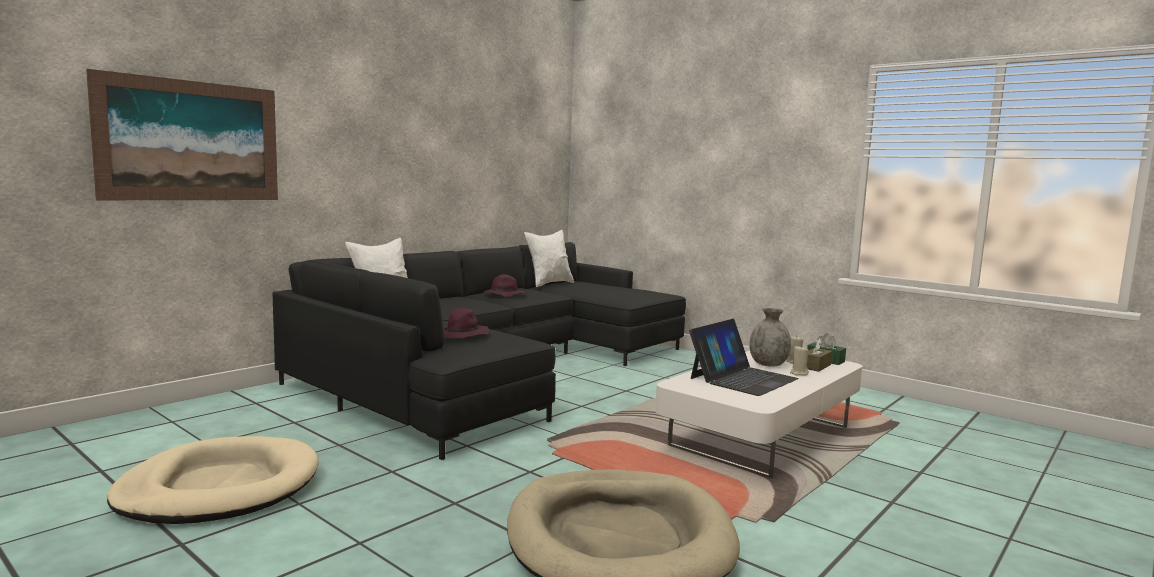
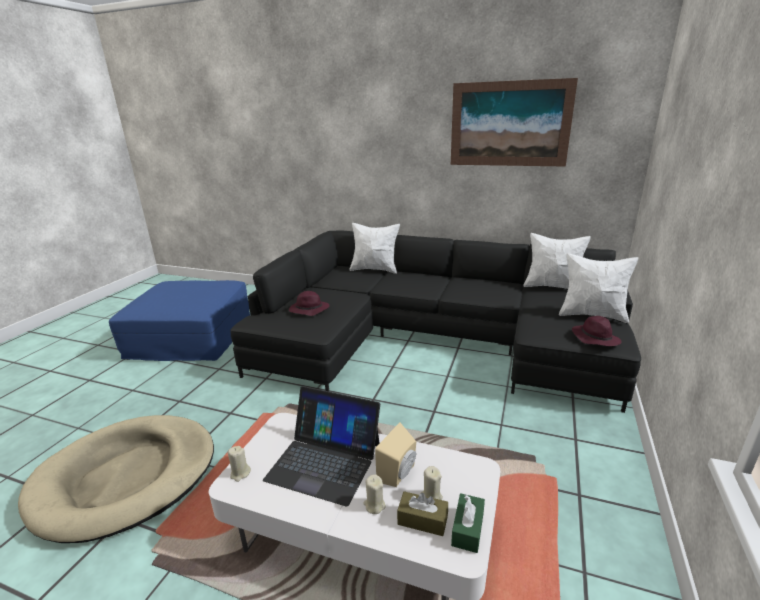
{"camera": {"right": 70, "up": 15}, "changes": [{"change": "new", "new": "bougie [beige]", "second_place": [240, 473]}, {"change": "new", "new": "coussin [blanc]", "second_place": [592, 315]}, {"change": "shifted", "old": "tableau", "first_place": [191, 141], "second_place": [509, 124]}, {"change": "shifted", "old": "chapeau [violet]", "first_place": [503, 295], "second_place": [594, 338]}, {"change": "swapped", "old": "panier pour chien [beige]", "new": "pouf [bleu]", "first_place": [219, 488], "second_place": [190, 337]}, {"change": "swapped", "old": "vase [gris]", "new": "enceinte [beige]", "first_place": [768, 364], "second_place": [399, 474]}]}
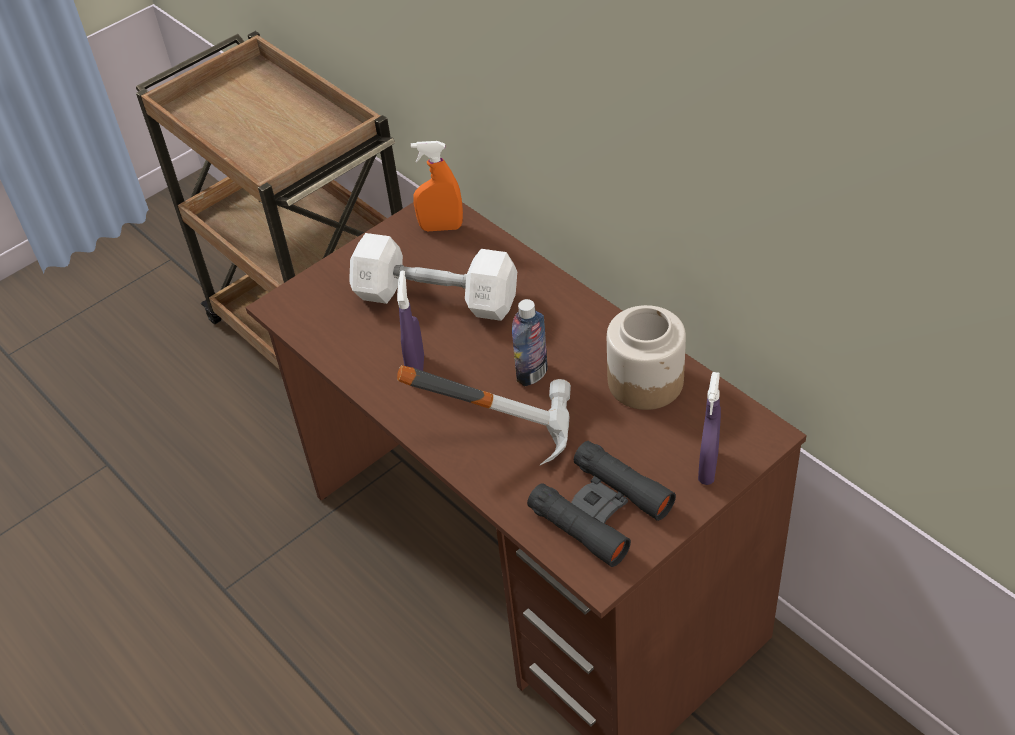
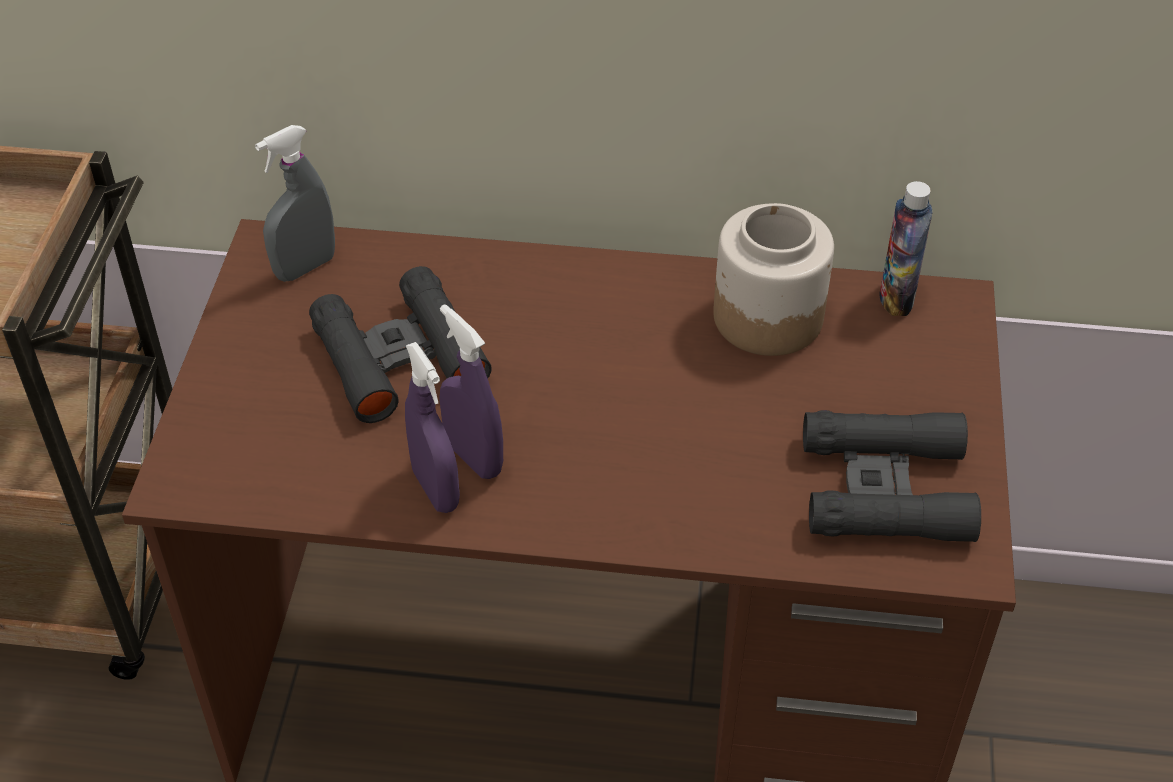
{"camera": {"right": -45, "up": 0}, "changes": [{"change": "gone", "old": "marteau", "first_place": [500, 426]}, {"change": "shifted", "old": "bouteille", "first_place": [532, 374], "second_place": [896, 298]}, {"change": "shifted", "old": "vaporisateur [violet]", "first_place": [708, 467], "second_place": [435, 489]}, {"change": "swapped", "old": "haltère [blanc]", "new": "jumelles [noir]", "first_place": [436, 298], "second_place": [399, 356]}, {"change": "repainted", "old": "vaporisateur [orange]", "new": "vaporisateur [gris]", "first_place": [441, 227], "second_place": [305, 267]}]}
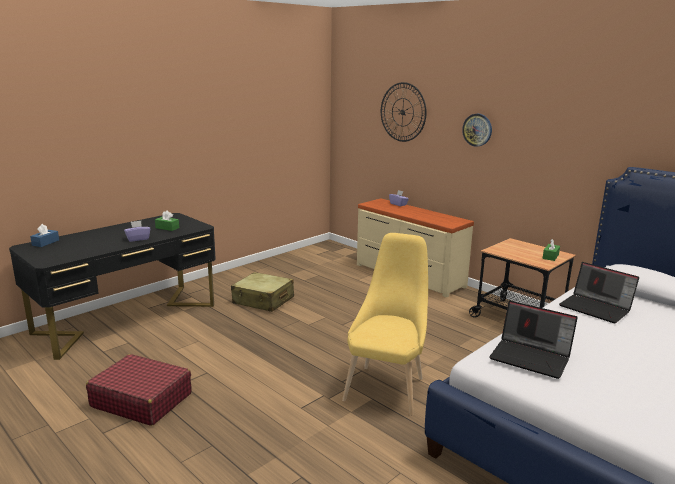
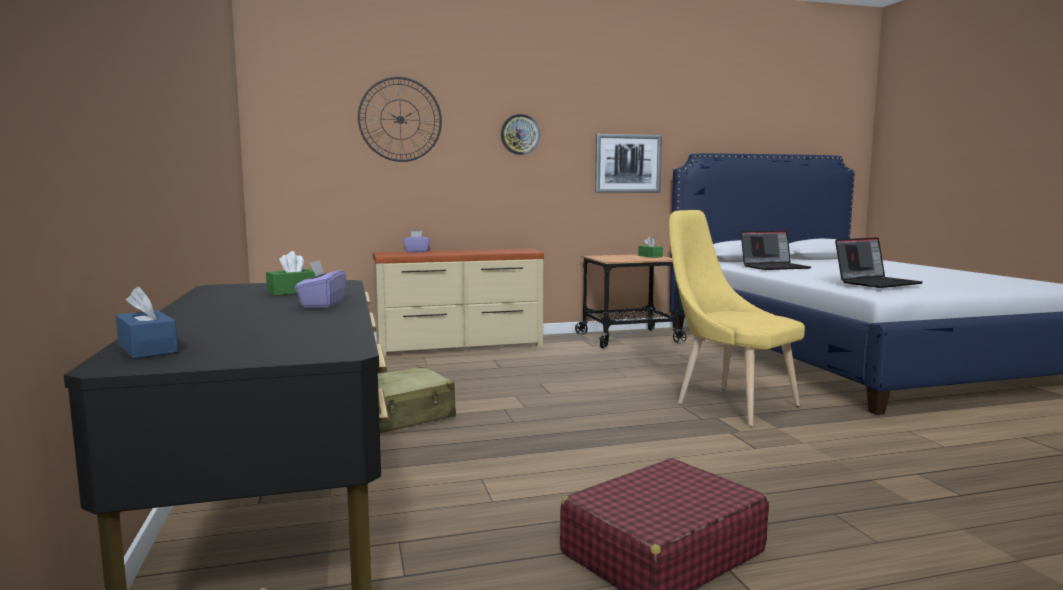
{"camera": {"right": -60, "up": -10}, "changes": [{"change": "new", "new": "tableau", "second_place": [628, 163]}]}
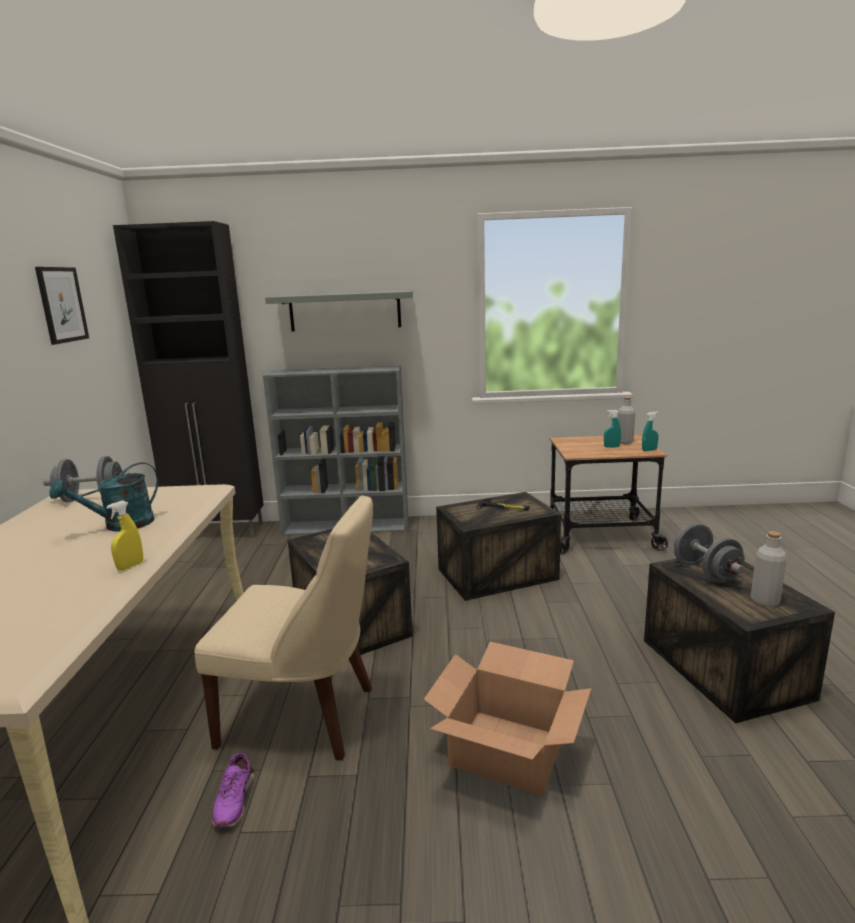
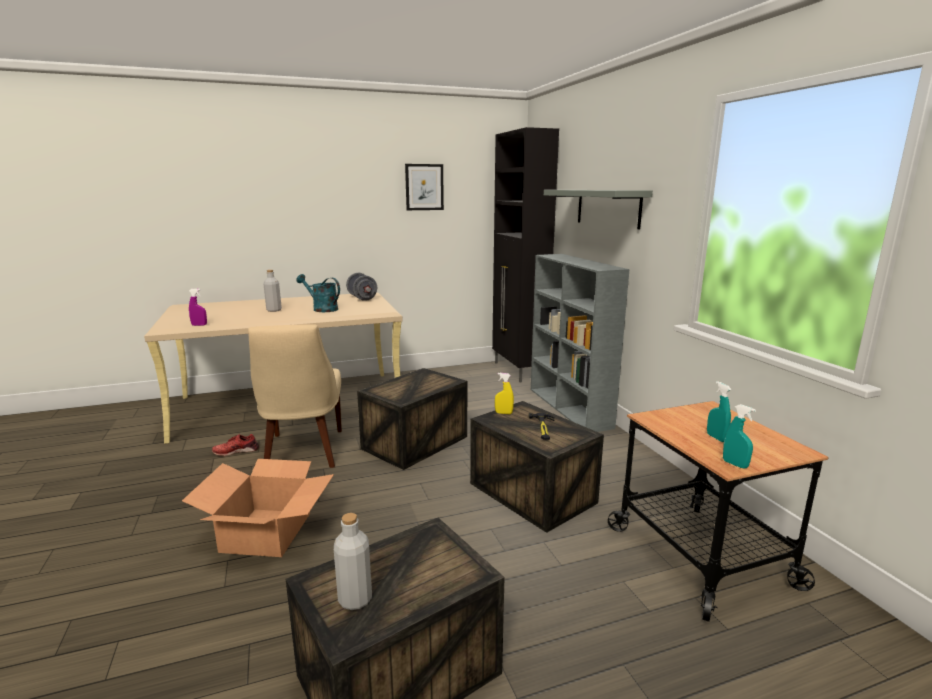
{"camera": {"right": 70, "up": 0}, "changes": [{"change": "gone", "old": "haltère [gris]", "first_place": [705, 572]}, {"change": "new", "new": "vaporisateur [violet]", "second_place": [199, 325]}, {"change": "shifted", "old": "vaporisateur [jaune]", "first_place": [130, 566], "second_place": [503, 413]}, {"change": "shifted", "old": "bouteille [gris]", "first_place": [624, 442], "second_place": [274, 310]}, {"change": "repainted", "old": "chaussure [violet]", "new": "chaussure [rouge]", "first_place": [233, 800], "second_place": [236, 451]}]}
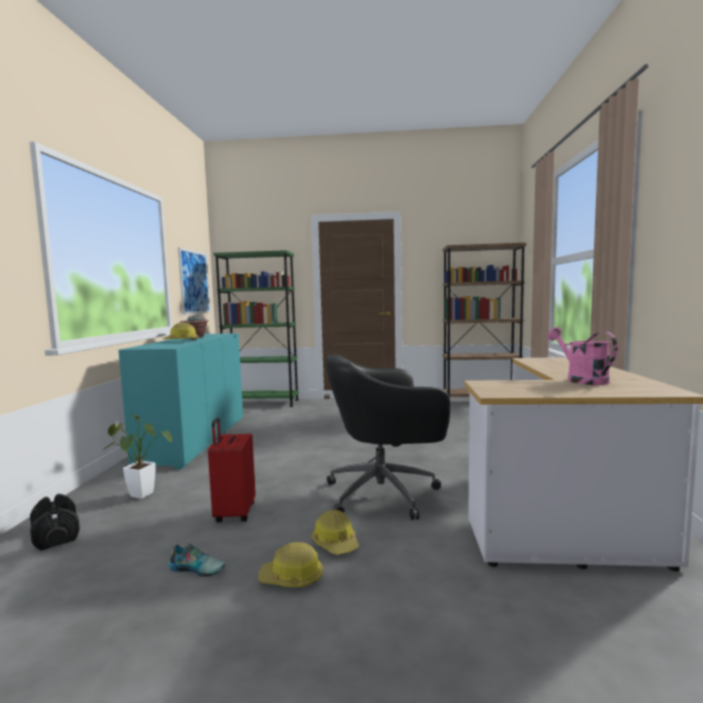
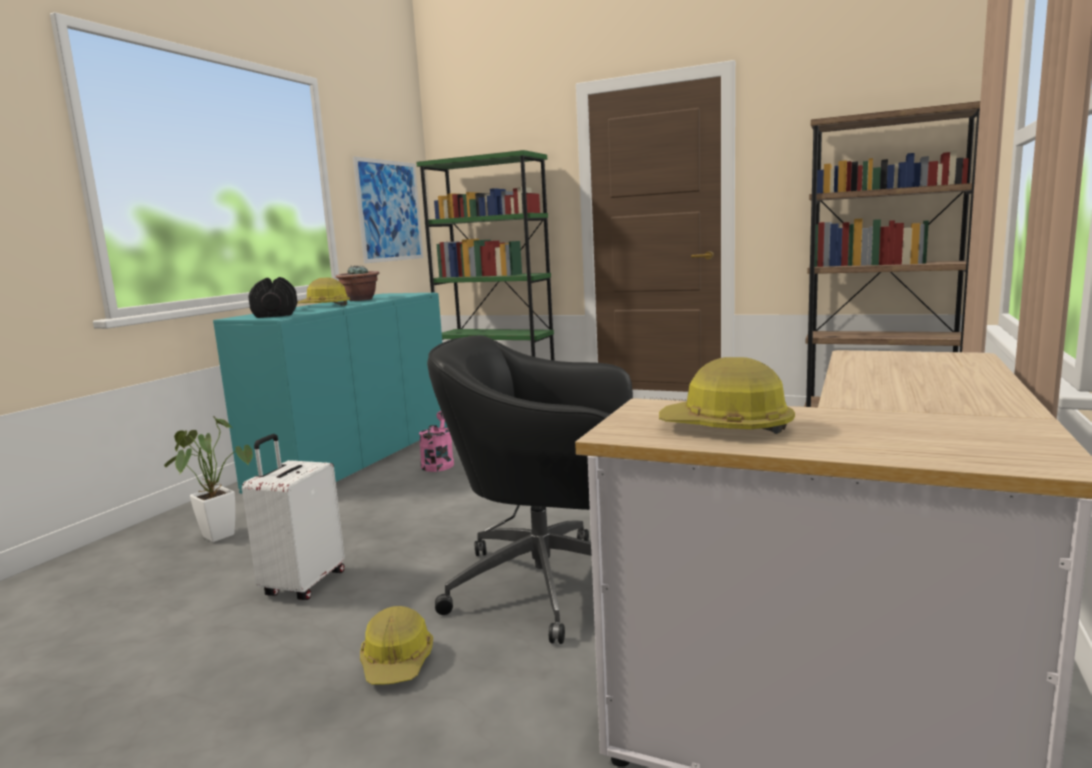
{"camera": {"right": 20, "up": 5}, "changes": [{"change": "gone", "old": "chaussure", "first_place": [197, 568]}, {"change": "shifted", "old": "haltère [noir]", "first_place": [55, 535], "second_place": [275, 314]}, {"change": "shifted", "old": "casque de chantier", "first_place": [292, 578], "second_place": [727, 428]}, {"change": "shifted", "old": "arrosoir [rose]", "first_place": [581, 379], "second_place": [438, 463]}, {"change": "repainted", "old": "valise [rouge]", "new": "valise [blanc]", "first_place": [234, 513], "second_place": [303, 584]}]}
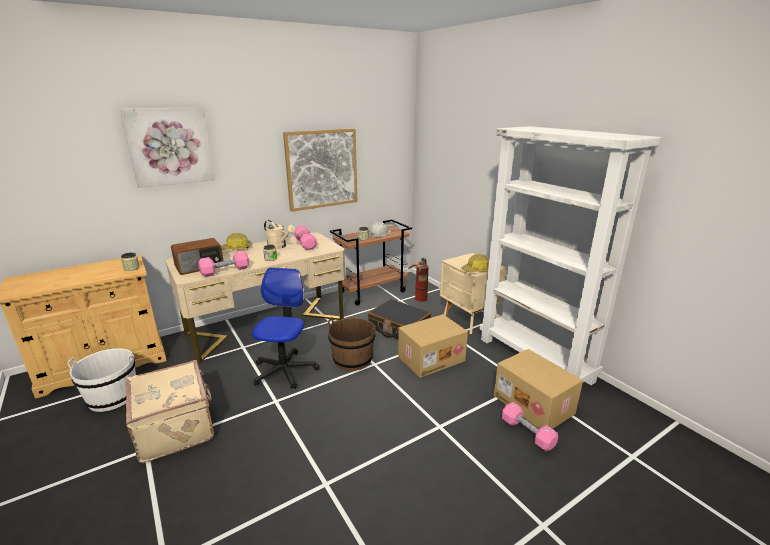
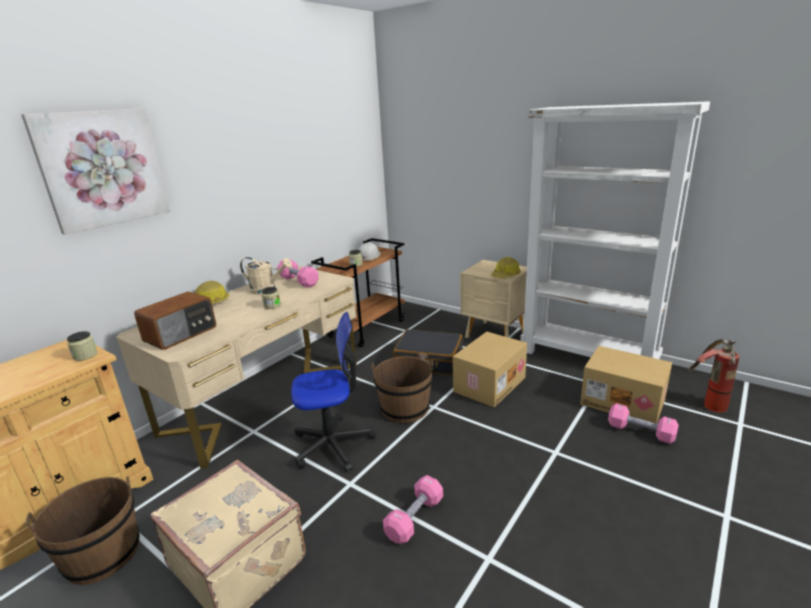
{"camera": {"right": -20, "up": 0}, "changes": [{"change": "gone", "old": "tableau", "first_place": [322, 169]}, {"change": "shifted", "old": "haltère [rose]", "first_place": [225, 271], "second_place": [414, 518]}, {"change": "shifted", "old": "extincteur", "first_place": [420, 296], "second_place": [707, 402]}, {"change": "repainted", "old": "seau [blanc]", "new": "seau [marron]", "first_place": [112, 397], "second_place": [103, 554]}, {"change": "rotated", "old": "chaise de bureau", "first_place": [284, 371], "second_place": [333, 444], "degrees": 90}]}
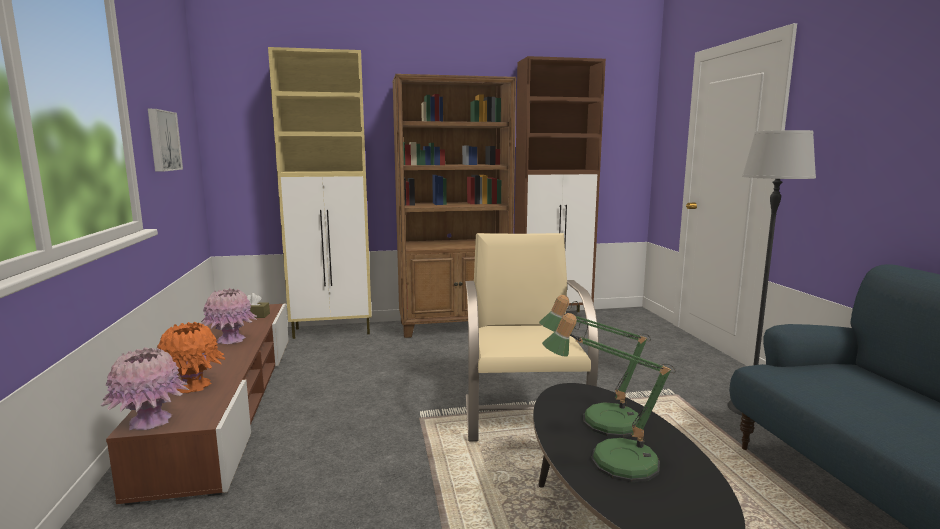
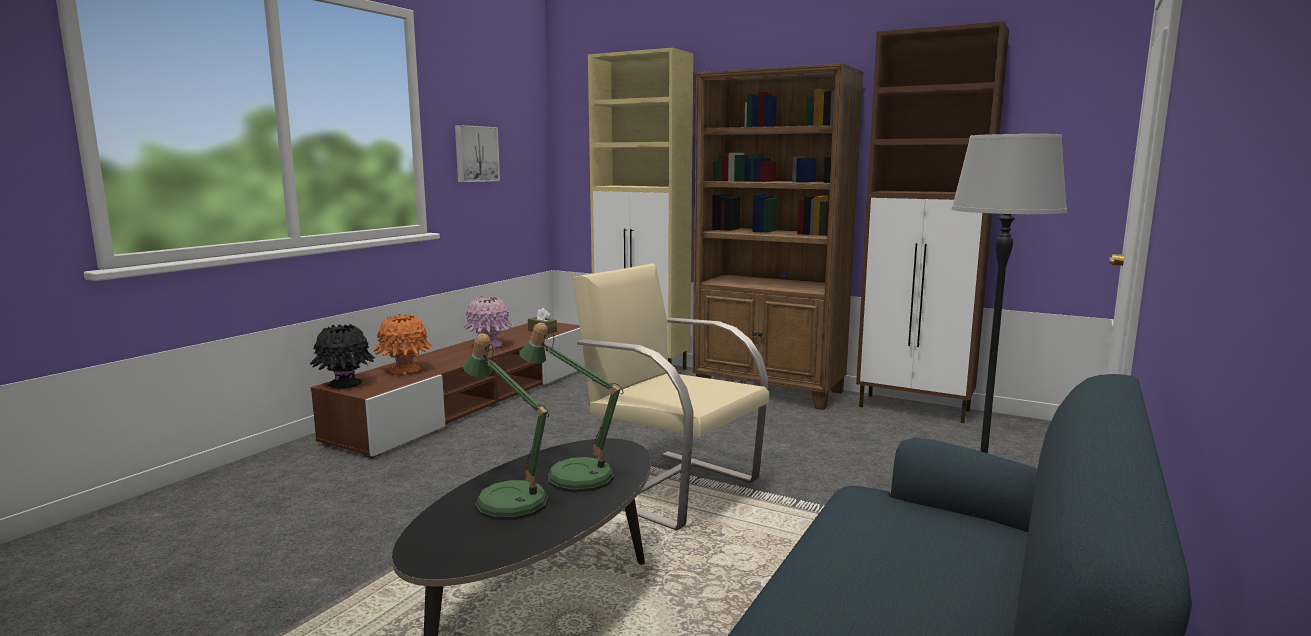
{"camera": {"right": 40, "up": 0}, "changes": [{"change": "repainted", "old": "vase [rose]", "new": "vase [noir]", "first_place": [149, 421], "second_place": [344, 384]}, {"change": "rotated", "old": "fauteuil [beige]", "first_place": [523, 416], "second_place": [670, 487], "degrees": -90}]}
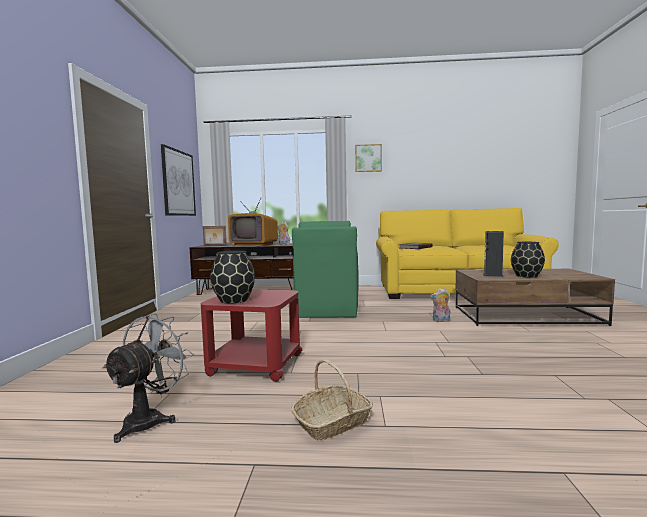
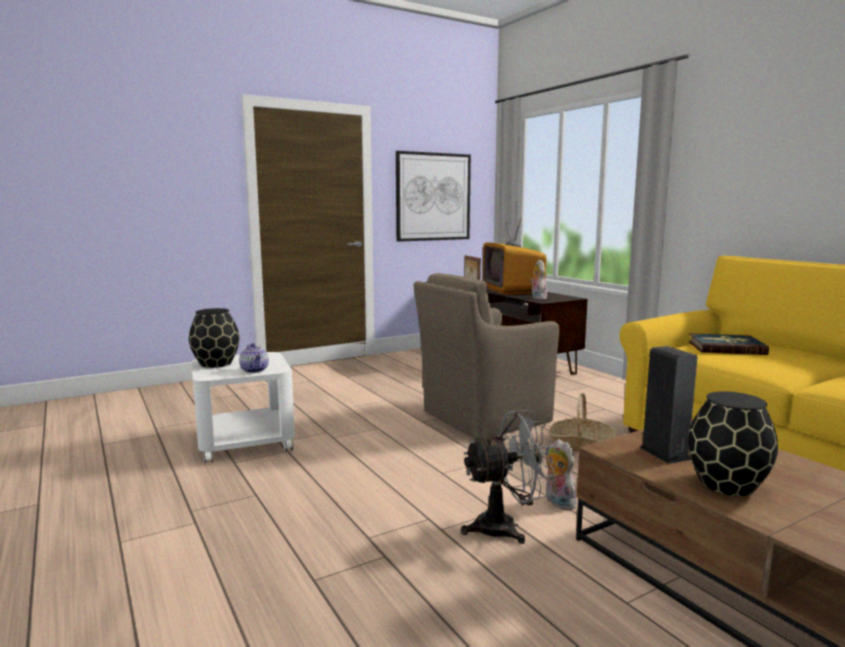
{"camera": {"right": 55, "up": 5}, "changes": [{"change": "gone", "old": "tableau", "first_place": [368, 158]}, {"change": "new", "new": "théière", "second_place": [255, 370]}, {"change": "shifted", "old": "ventilateur [gris]", "first_place": [150, 419], "second_place": [506, 527]}, {"change": "shifted", "old": "panier", "first_place": [332, 422], "second_place": [581, 445]}, {"change": "repainted", "old": "table d'appoint [rouge]", "new": "table d'appoint [blanc]", "first_place": [255, 364], "second_place": [245, 441]}, {"change": "repainted", "old": "fauteuil [vert]", "new": "fauteuil [marron]", "first_place": [326, 311], "second_place": [483, 417]}]}
